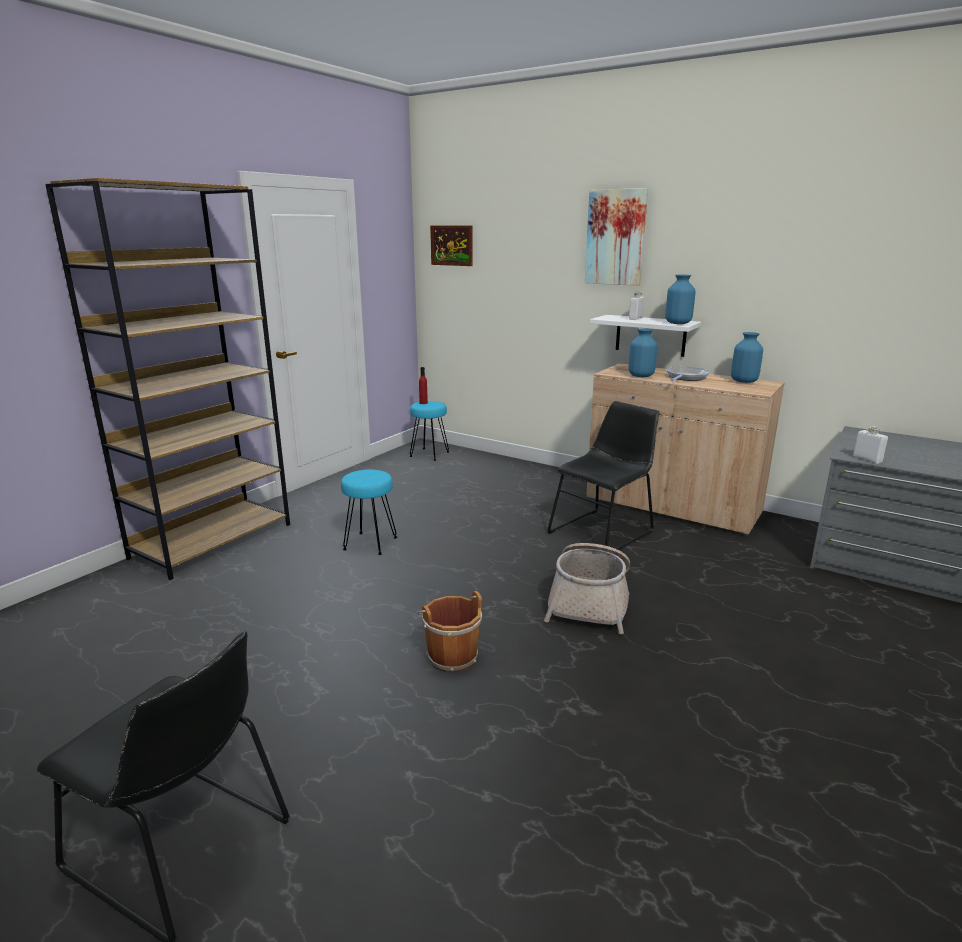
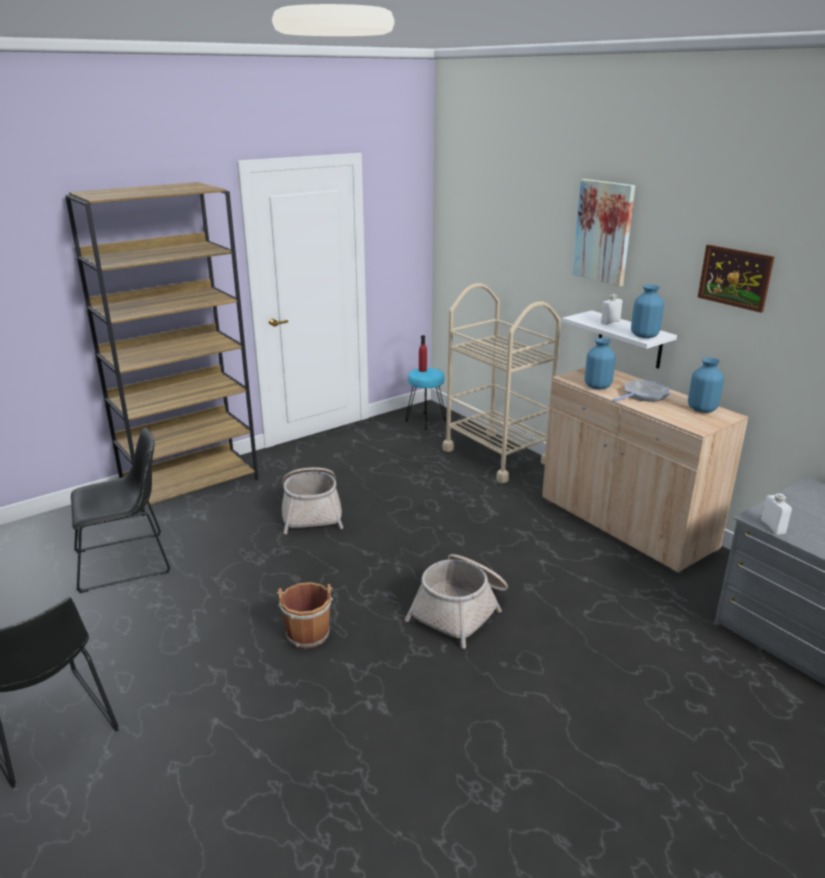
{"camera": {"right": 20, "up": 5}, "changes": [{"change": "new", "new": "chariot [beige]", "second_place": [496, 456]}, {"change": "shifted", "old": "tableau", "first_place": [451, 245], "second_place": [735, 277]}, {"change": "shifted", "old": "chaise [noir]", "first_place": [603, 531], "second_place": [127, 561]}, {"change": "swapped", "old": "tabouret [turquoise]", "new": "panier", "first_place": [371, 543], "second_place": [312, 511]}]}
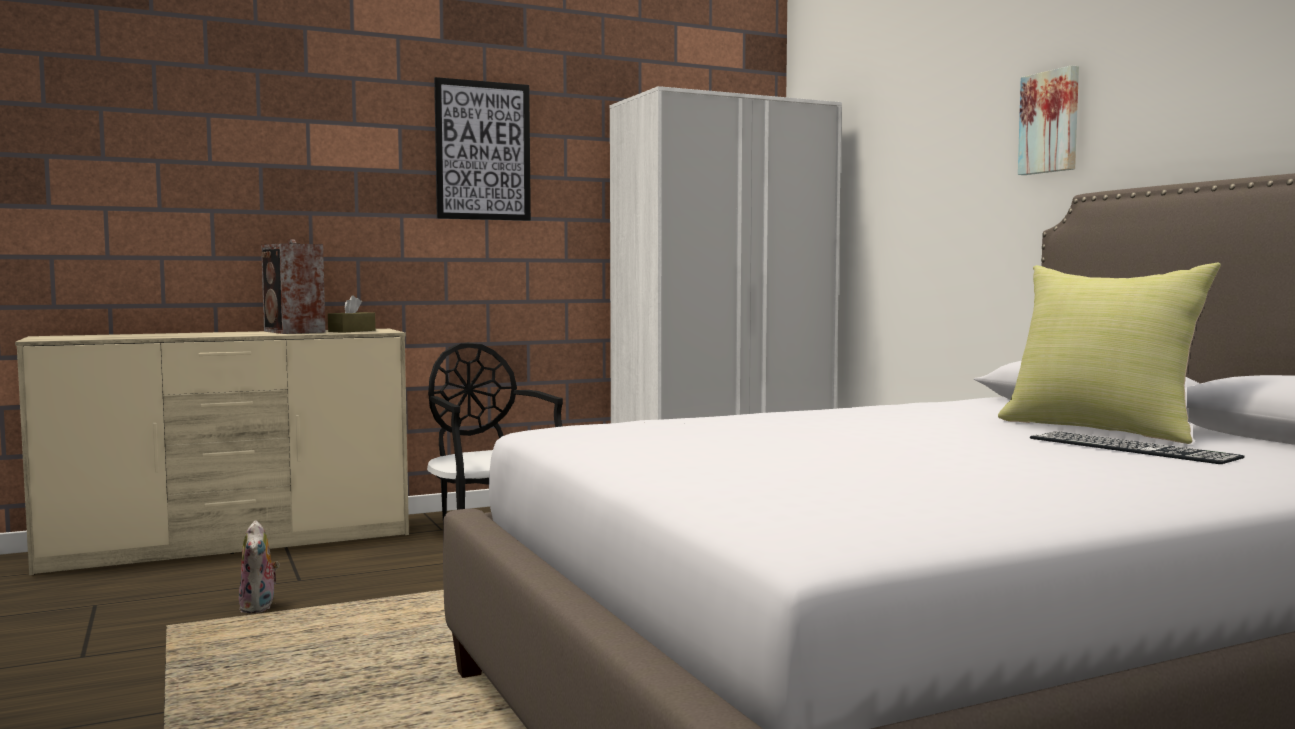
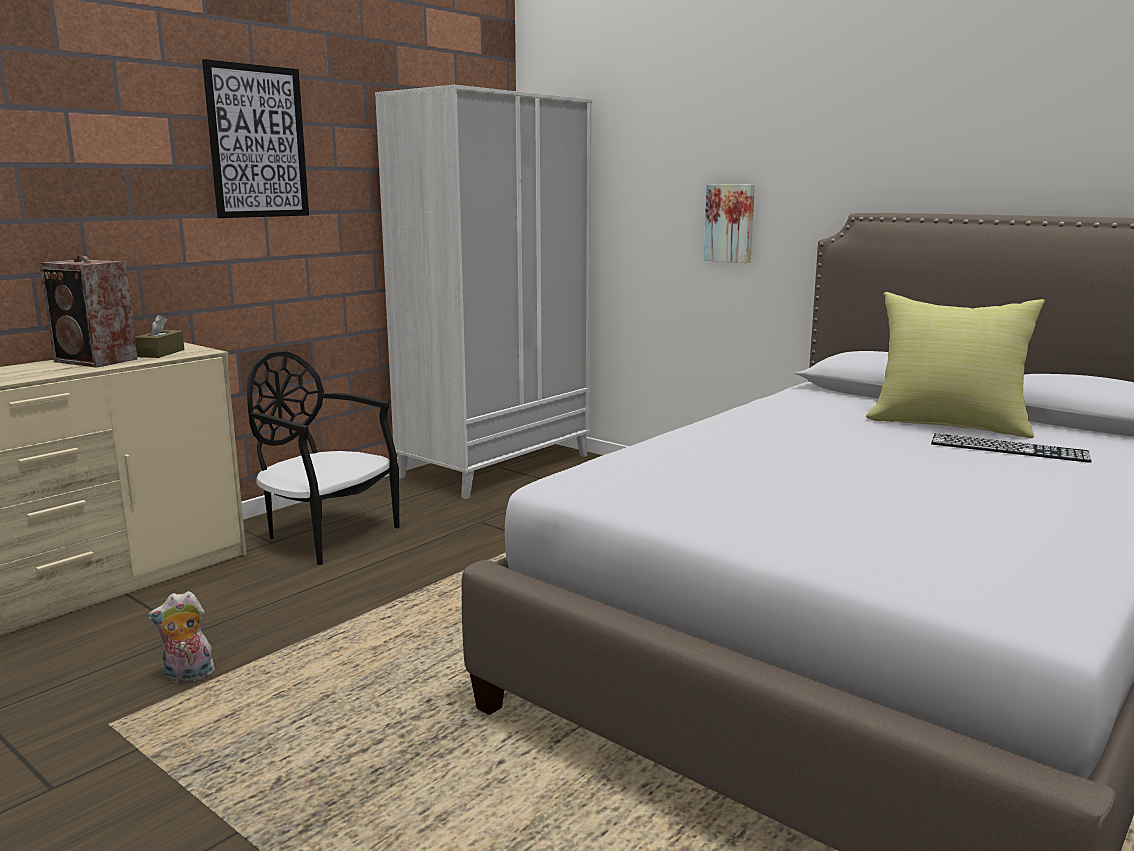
{"camera": {"right": -25, "up": 10}, "changes": [{"change": "shifted", "old": "tableau", "first_place": [1051, 122], "second_place": [730, 223]}, {"change": "rotated", "old": "peluche", "first_place": [260, 607], "second_place": [187, 677], "degrees": 120}]}
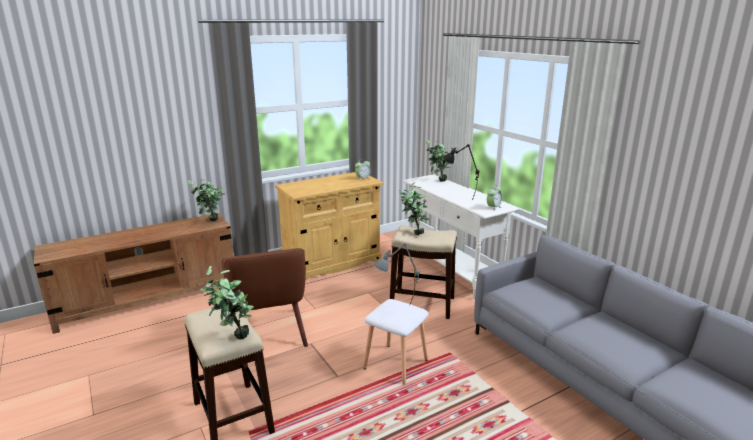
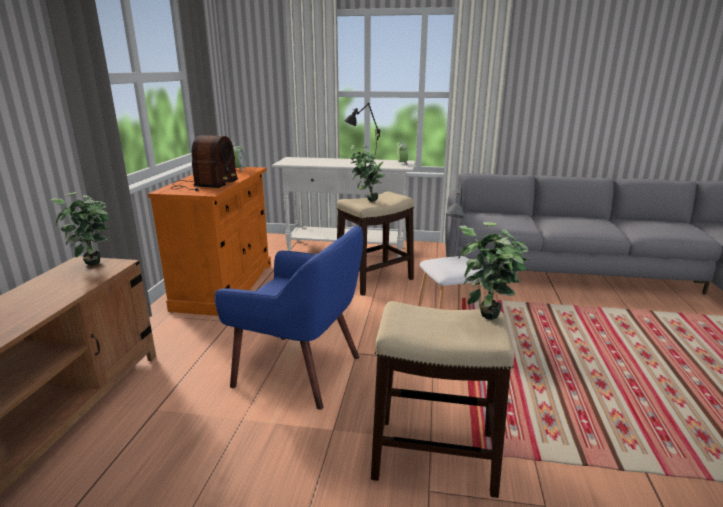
{"camera": {"right": -50, "up": 0}, "changes": [{"change": "gone", "old": "plante en pot", "first_place": [438, 181]}, {"change": "new", "new": "radio", "second_place": [204, 185]}, {"change": "repainted", "old": "fauteuil [marron]", "new": "fauteuil [bleu]", "first_place": [270, 333], "second_place": [300, 370]}, {"change": "repainted", "old": "meuble de rangement [beige]", "new": "meuble de rangement [orange]", "first_place": [332, 263], "second_place": [225, 286]}]}
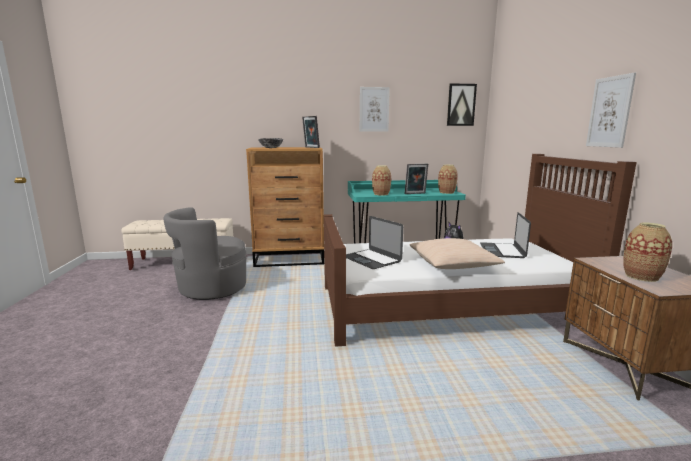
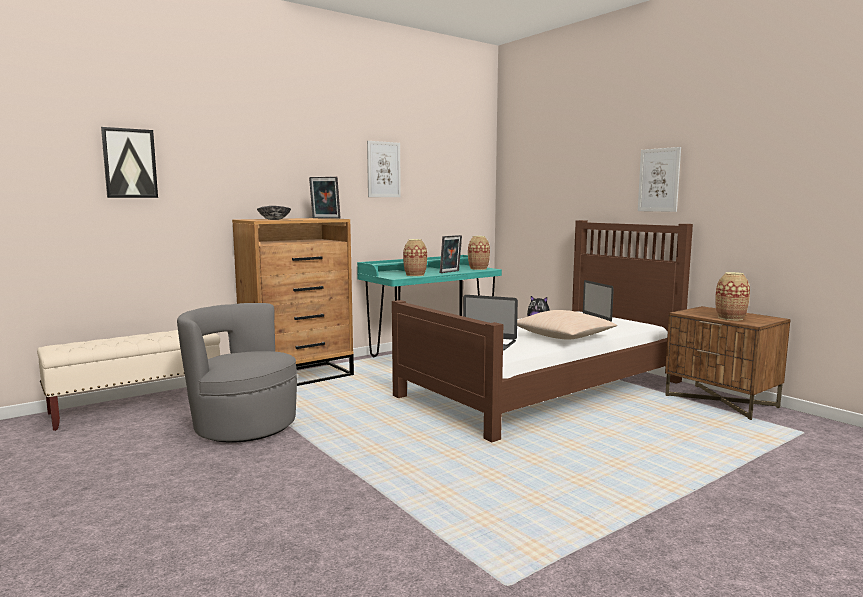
{"camera": {"right": -30, "up": -5}, "changes": [{"change": "shifted", "old": "tableau", "first_place": [461, 105], "second_place": [130, 163]}, {"change": "rotated", "old": "fauteuil [gris]", "first_place": [211, 288], "second_place": [244, 425], "degrees": 90}]}
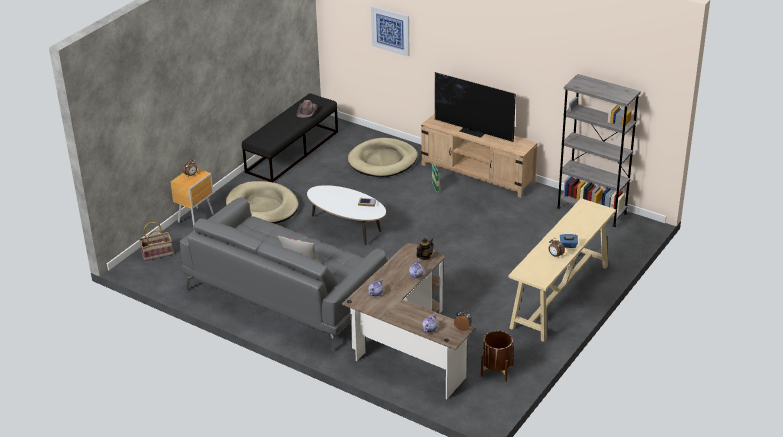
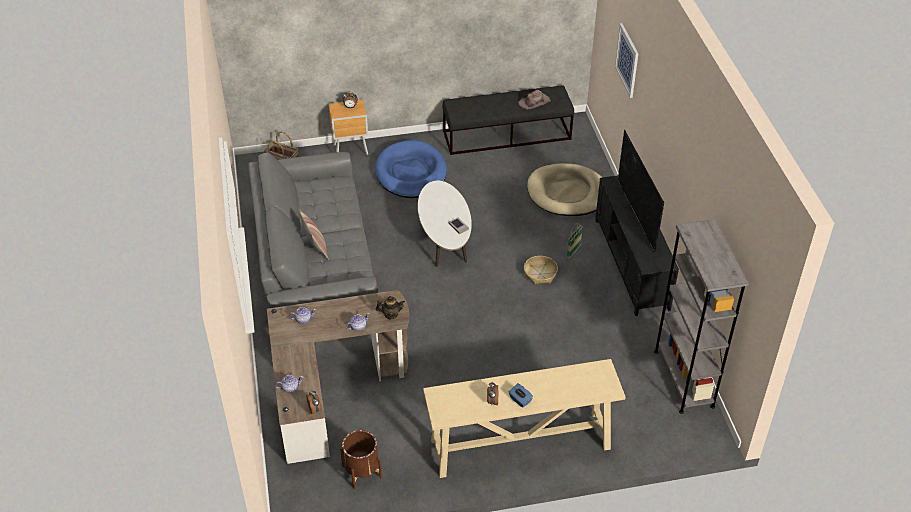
{"camera": {"right": 45, "up": 10}, "changes": [{"change": "new", "new": "panier", "second_place": [540, 274]}, {"change": "repainted", "old": "panier pour chien [beige]", "new": "panier pour chien [bleu]", "first_place": [262, 207], "second_place": [411, 173]}, {"change": "repainted", "old": "meuble télé [beige]", "new": "meuble télé [noir]", "first_place": [478, 174], "second_place": [631, 264]}]}
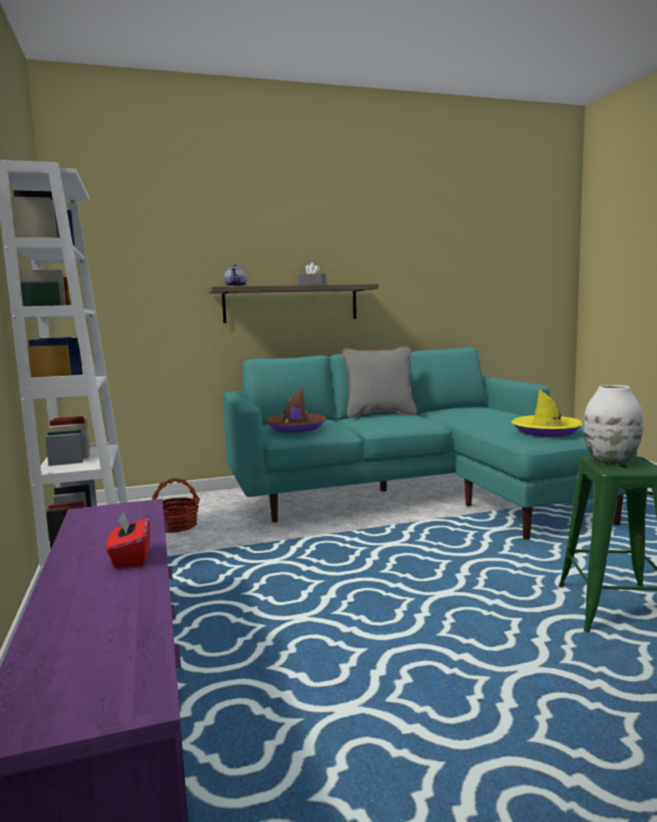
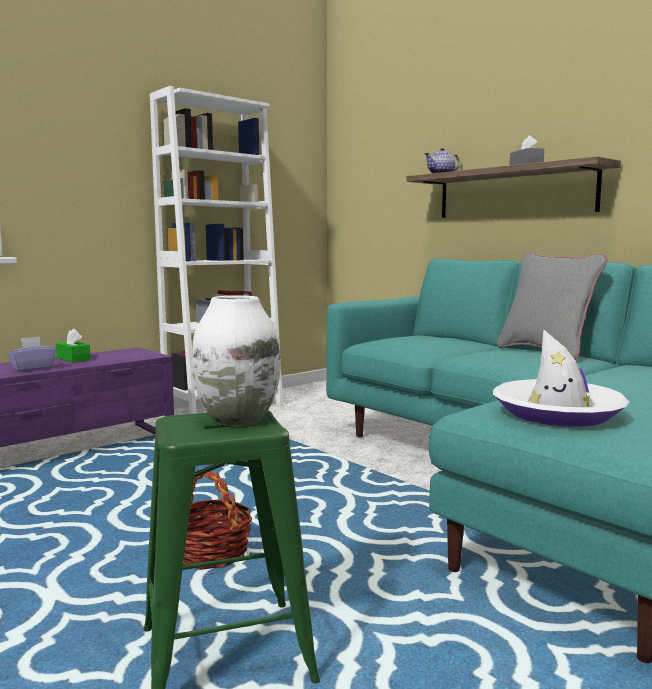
{"camera": {"right": 65, "up": 0}, "changes": [{"change": "gone", "old": "chapeau [marron]", "first_place": [296, 428]}, {"change": "new", "new": "boîte à mouchoirs [vert]", "second_place": [73, 359]}, {"change": "shifted", "old": "panier", "first_place": [176, 526], "second_place": [211, 553]}, {"change": "repainted", "old": "boîte à mouchoirs [rouge]", "new": "boîte à mouchoirs [violet]", "first_place": [130, 558], "second_place": [33, 369]}, {"change": "repainted", "old": "chapeau [jaune]", "new": "chapeau [blanc]", "first_place": [546, 432], "second_place": [557, 413]}]}
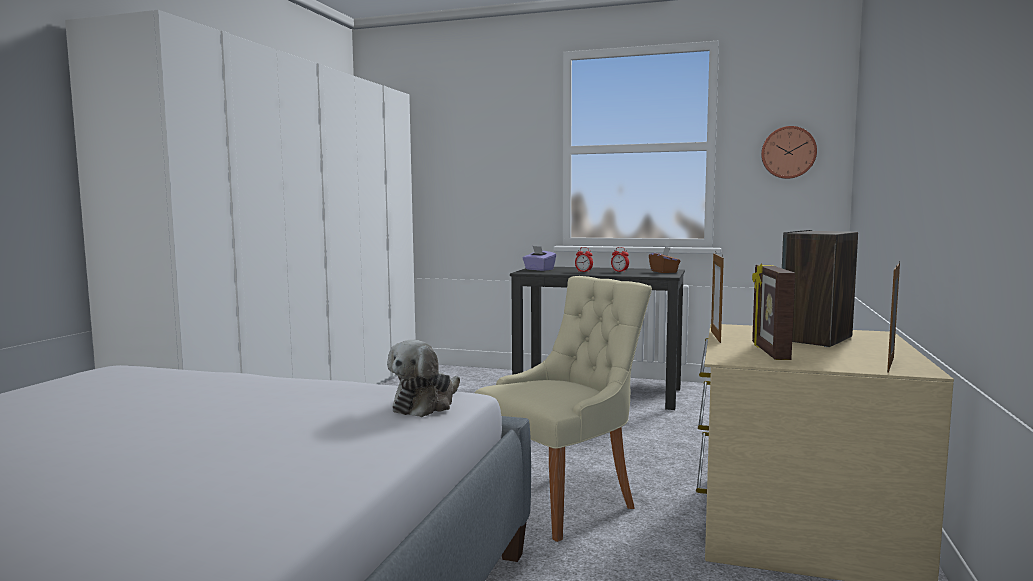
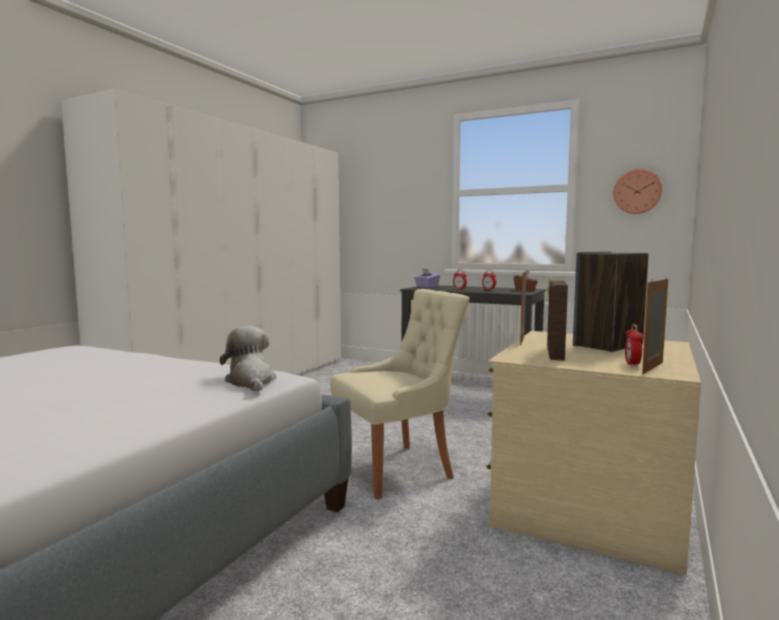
{"camera": {"right": 10, "up": 0}, "changes": [{"change": "new", "new": "réveil", "second_place": [632, 364]}, {"change": "rotated", "old": "peluche", "first_place": [426, 404], "second_place": [251, 381], "degrees": 120}]}
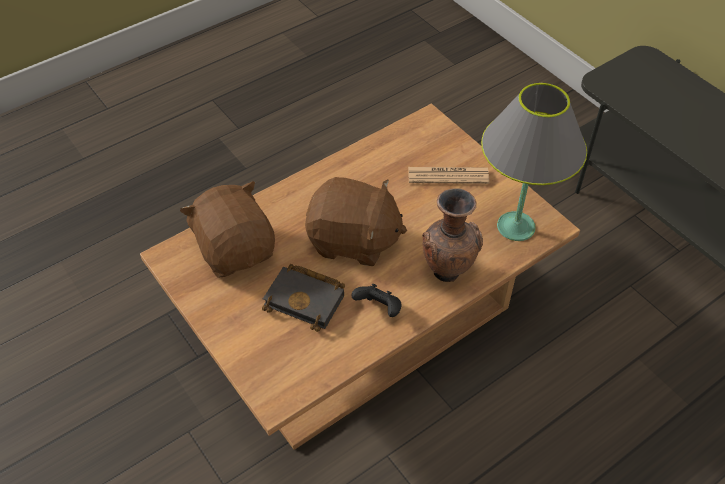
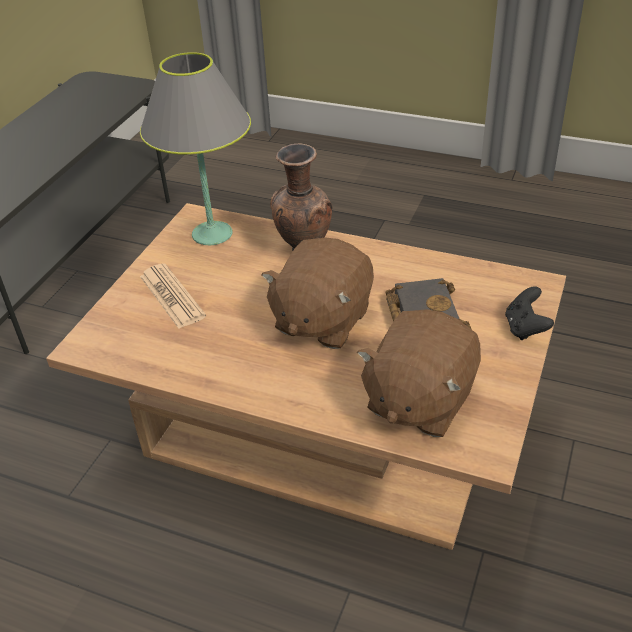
{"camera": {"right": -120, "up": -10}, "changes": [{"change": "shifted", "old": "manette [noir]", "first_place": [379, 309], "second_place": [525, 328]}, {"change": "rotated", "old": "peluche [marron]", "first_place": [353, 241], "second_place": [321, 320], "degrees": -135}]}
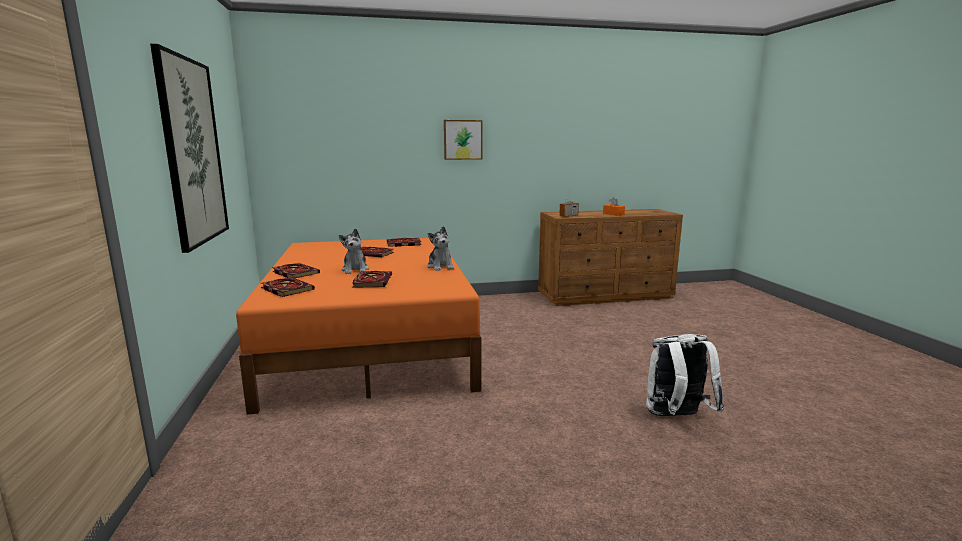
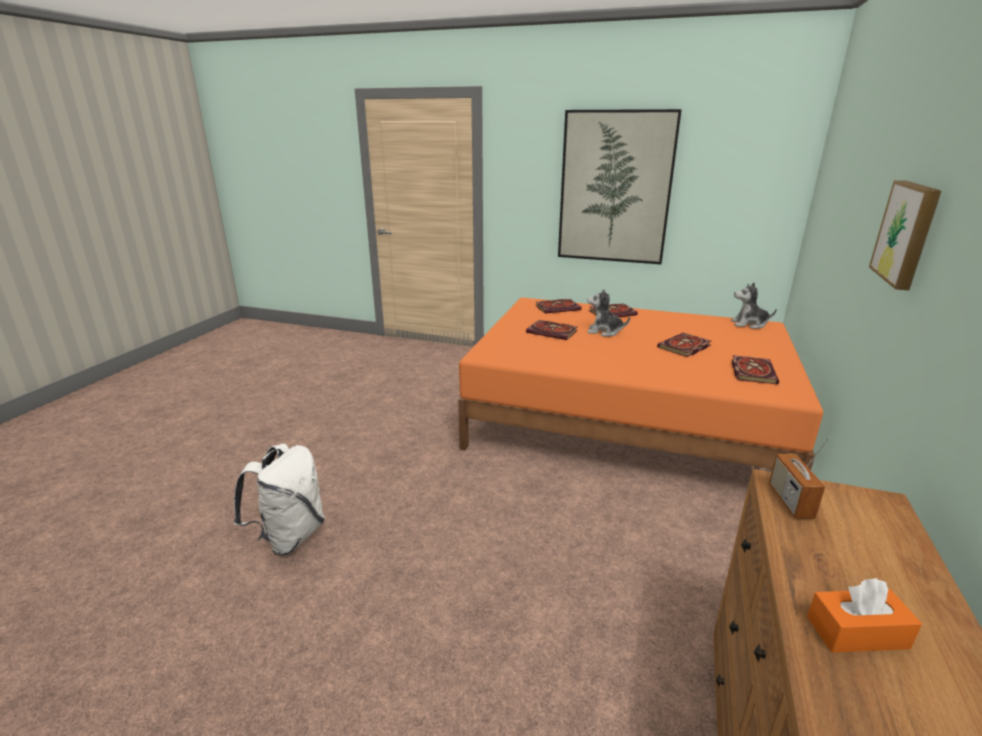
{"camera": {"right": 120, "up": 10}, "changes": [{"change": "shifted", "old": "peluche", "first_place": [440, 267], "second_place": [749, 324]}]}
